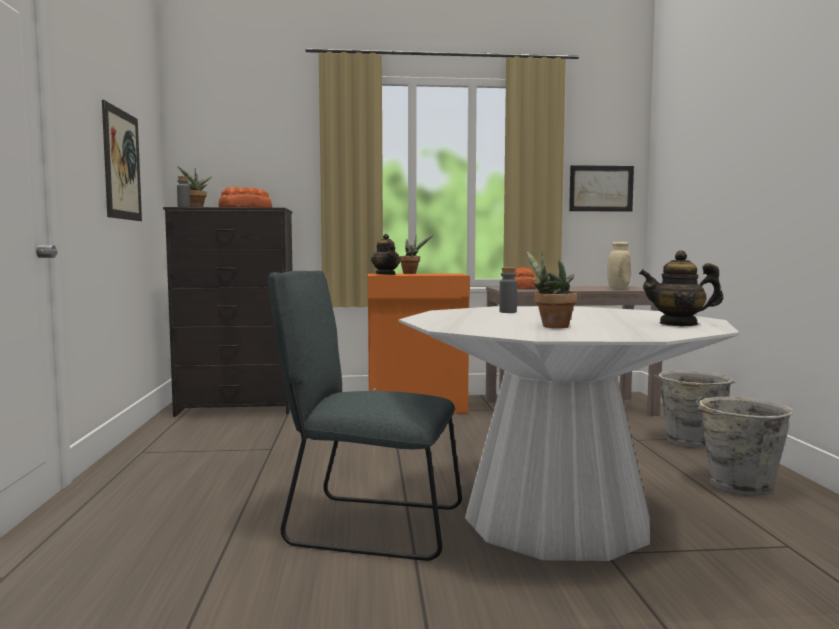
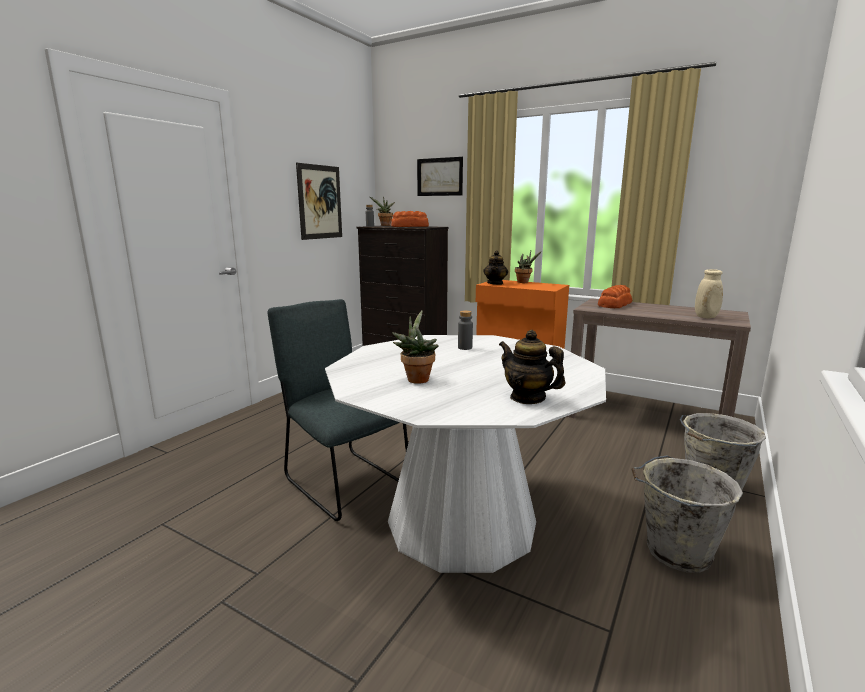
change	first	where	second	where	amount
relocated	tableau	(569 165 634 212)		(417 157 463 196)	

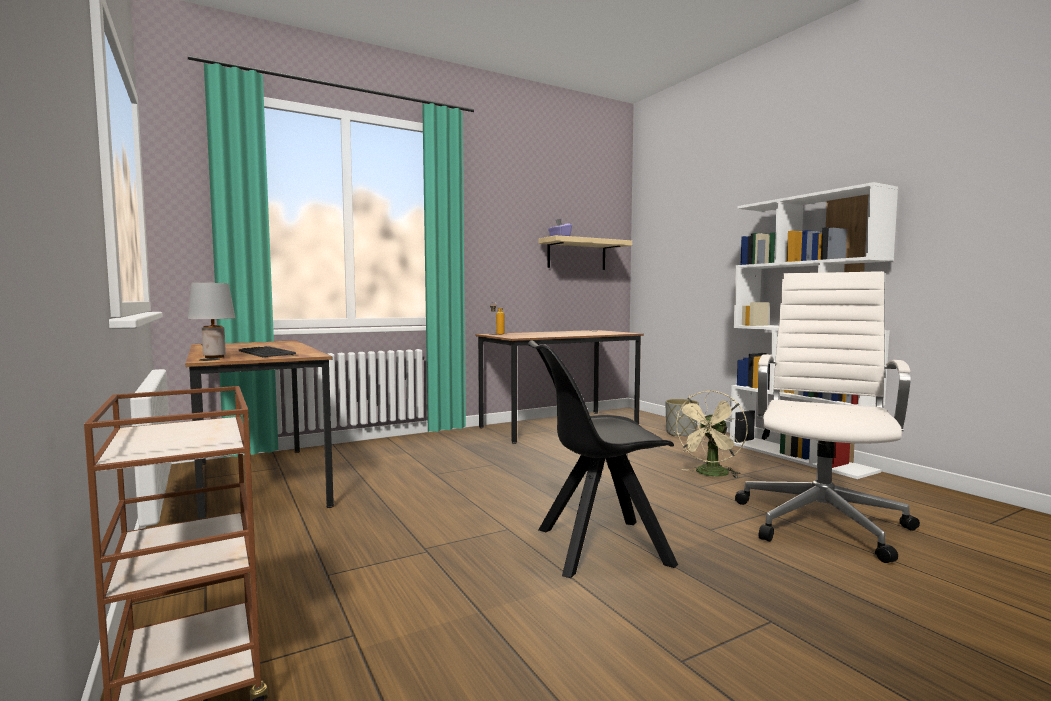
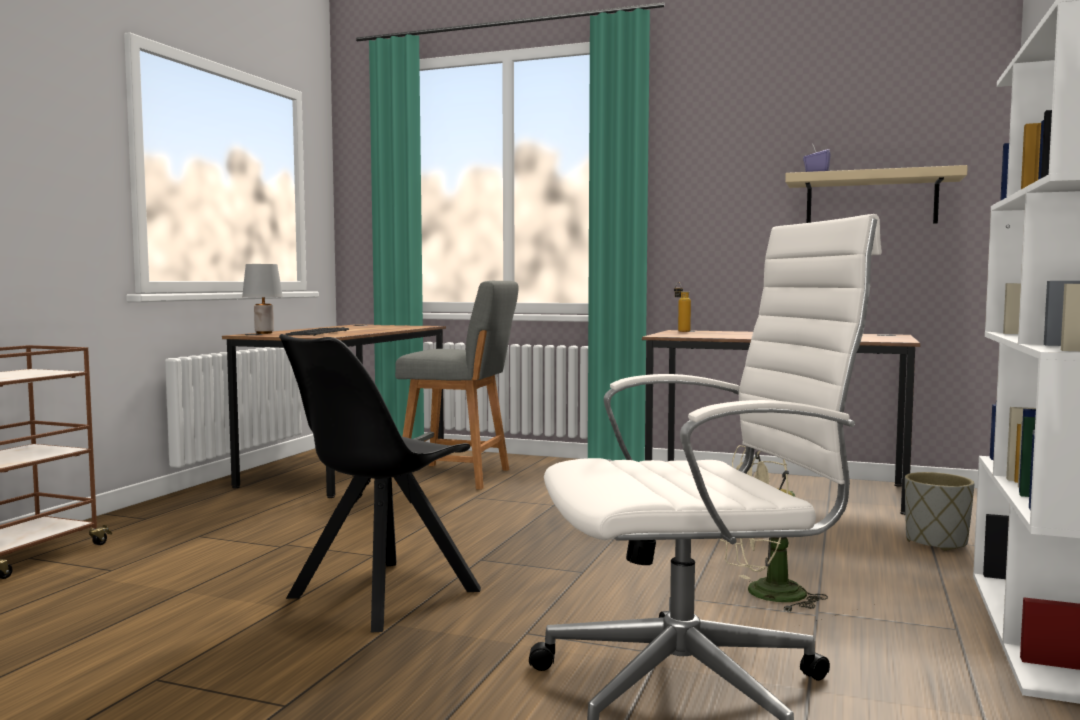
change	first	where	second	where	amount
appeared			tabouret (gris)	(395 281 519 490)	
spun	chaise (noir)	(528 341 678 578)		(279 334 481 633)	90 degrees counterclockwise

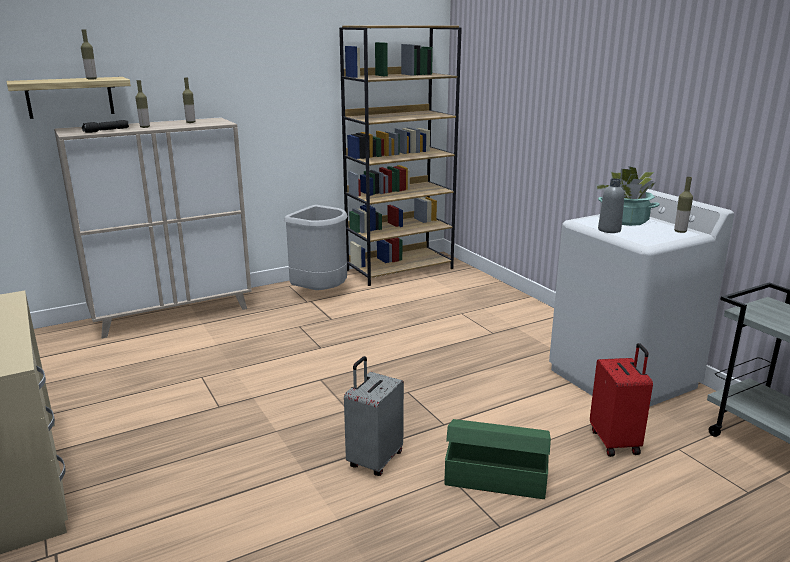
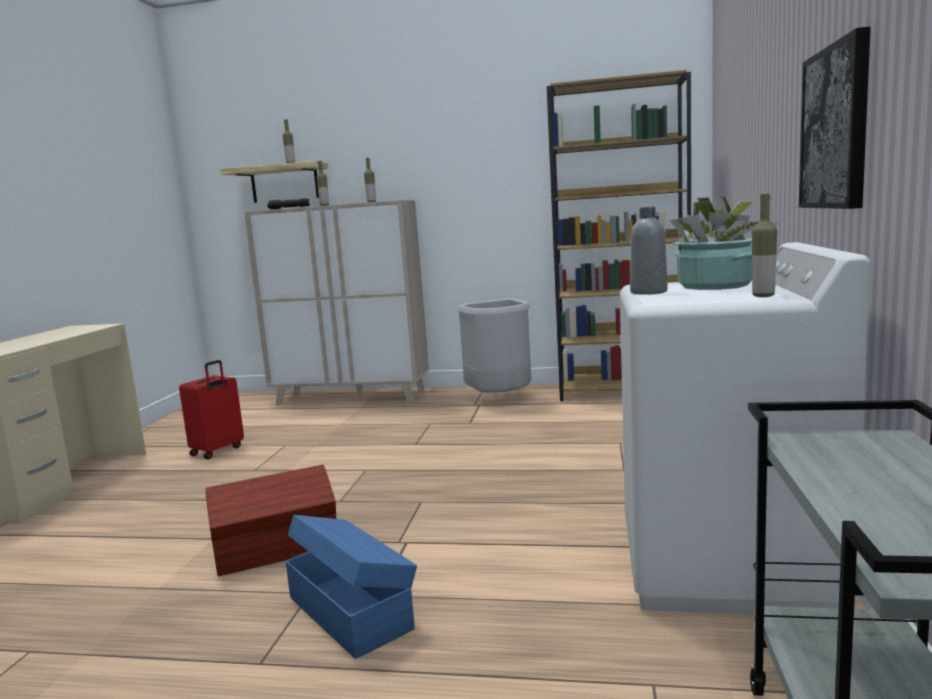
change	first	where	second	where	amount
appeared			tableau	(799 27 871 209)	
relocated	valise (rouge)	(590 343 653 457)		(179 360 244 459)	
exchanged	valise (gris)	(344 356 404 476)	boîte de rangement (marron)	(205 465 337 576)	
colour	boîte de rangement (vert)	(444 419 551 499)	boîte de rangement (bleu)	(286 515 417 659)	

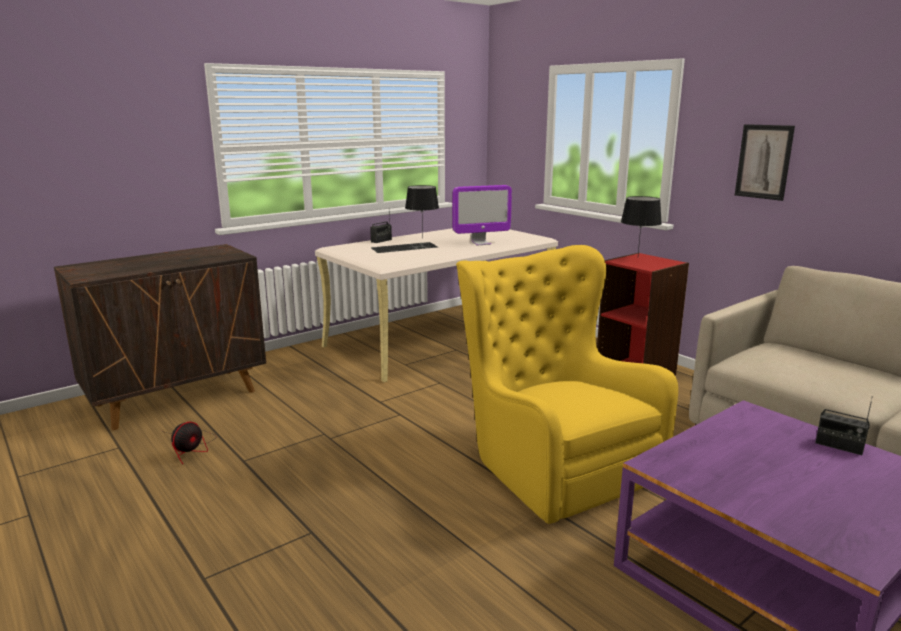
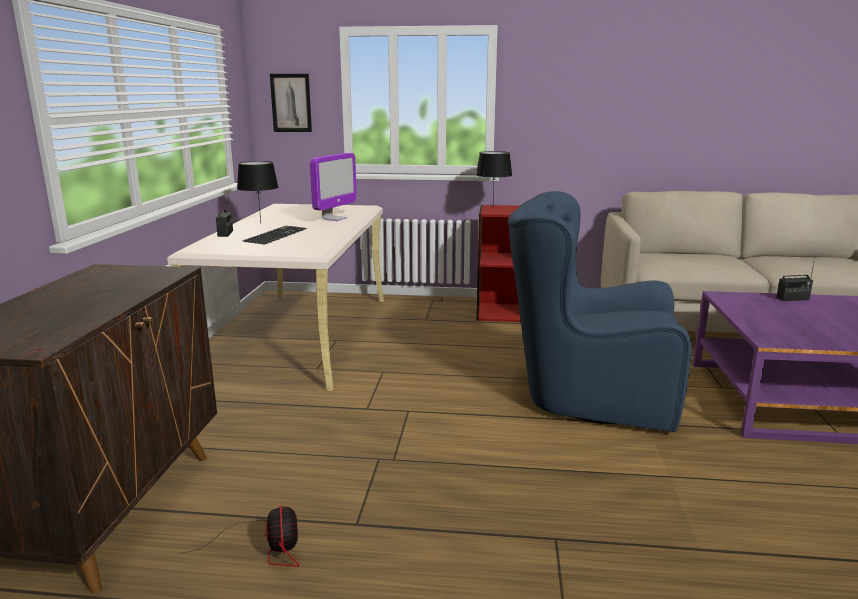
change	first	where	second	where	amount
relocated	tableau	(735 124 795 201)		(270 74 312 132)	
colour	fauteuil (jaune)	(456 245 678 524)	fauteuil (bleu)	(508 191 692 432)	

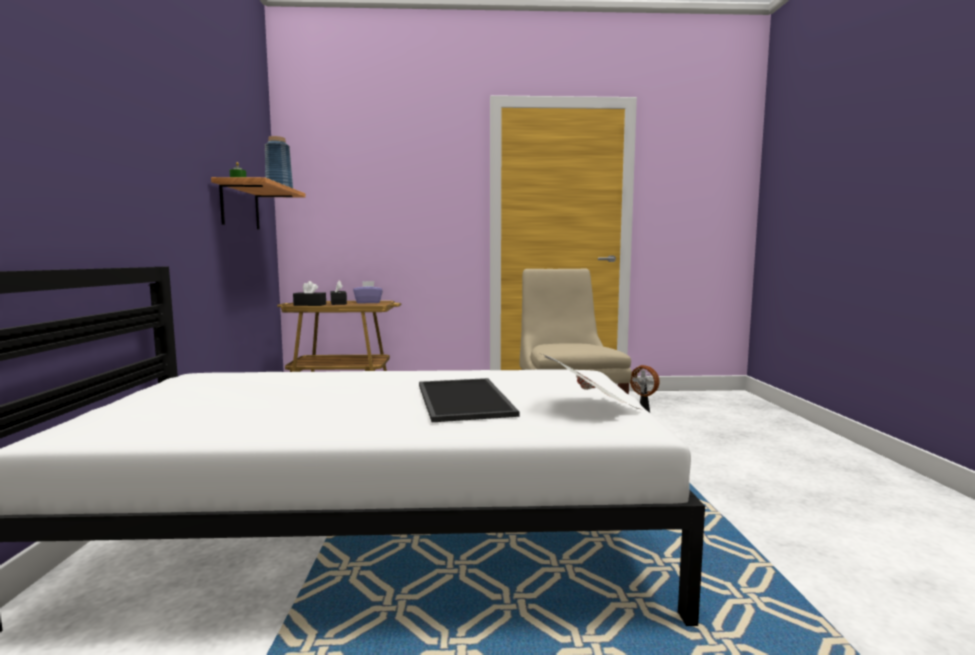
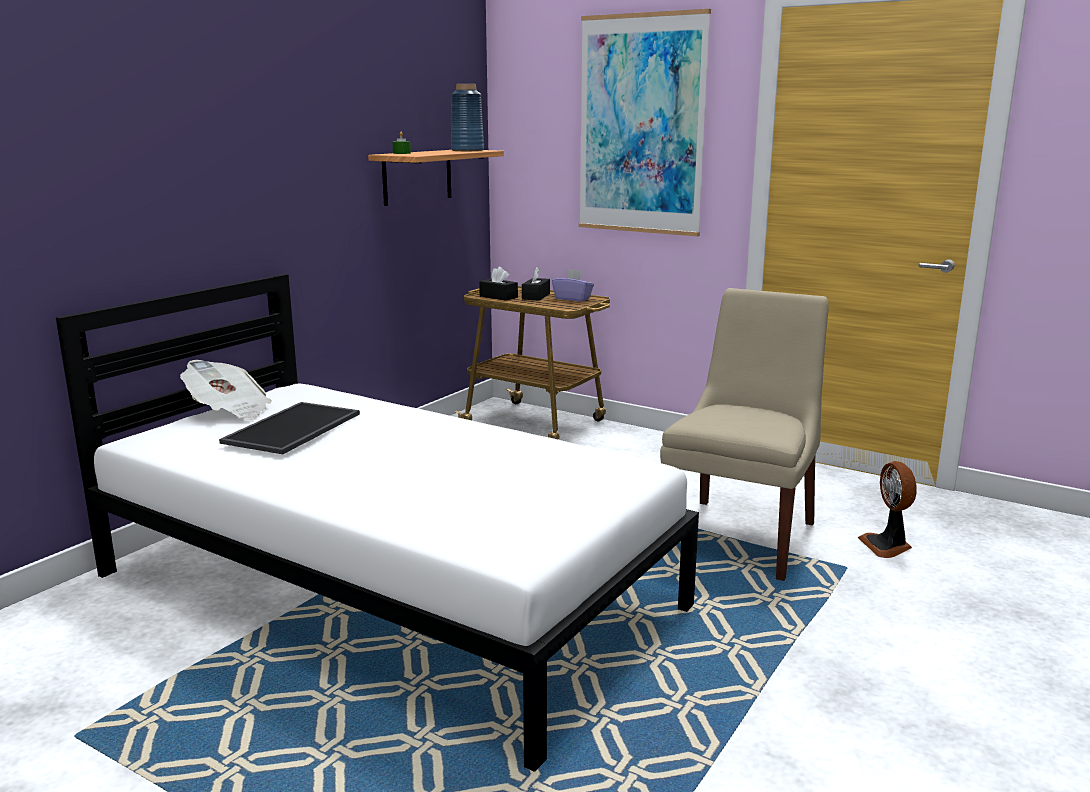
change	first	where	second	where	amount
appeared			tableau	(579 9 711 237)	
relocated	plateau	(419 378 519 422)		(219 402 360 454)	
relocated	journal	(542 354 639 409)		(180 360 272 420)	

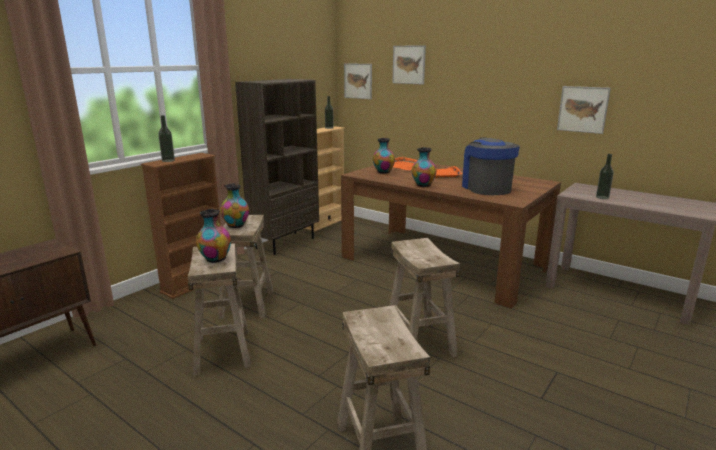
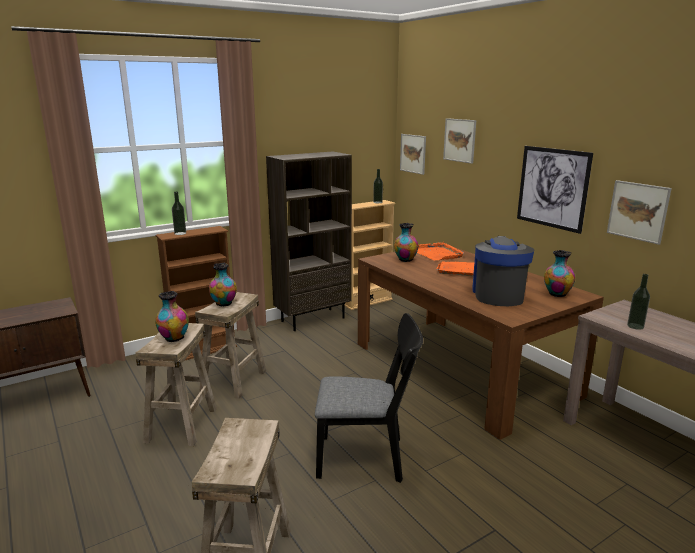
change	first	where	second	where	amount
appeared			tableau	(517 146 593 234)	
relocated	vase	(412 147 436 187)		(544 250 575 297)	
exchanged	tabouret (beige)	(389 238 460 357)	chaise (noir)	(315 313 423 483)	

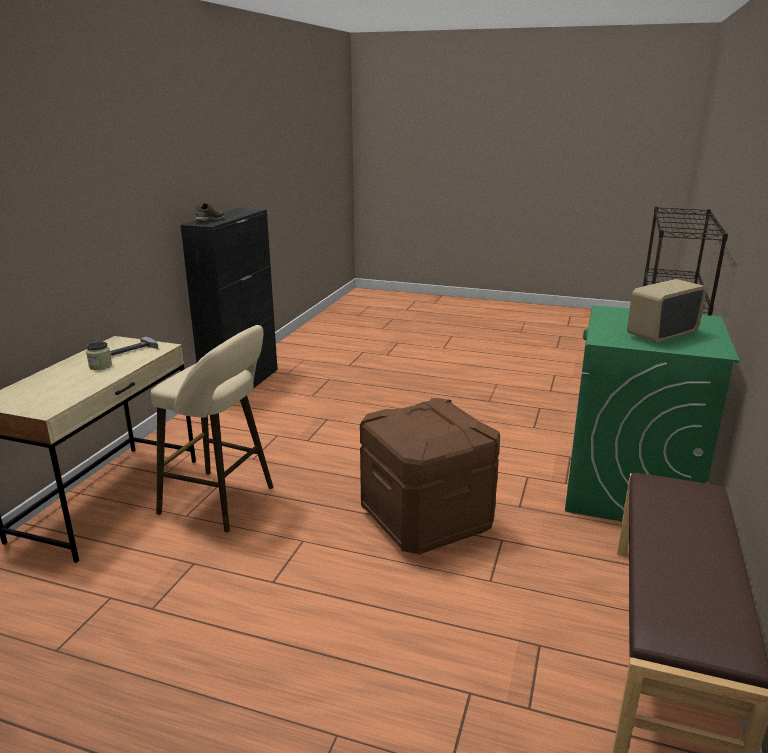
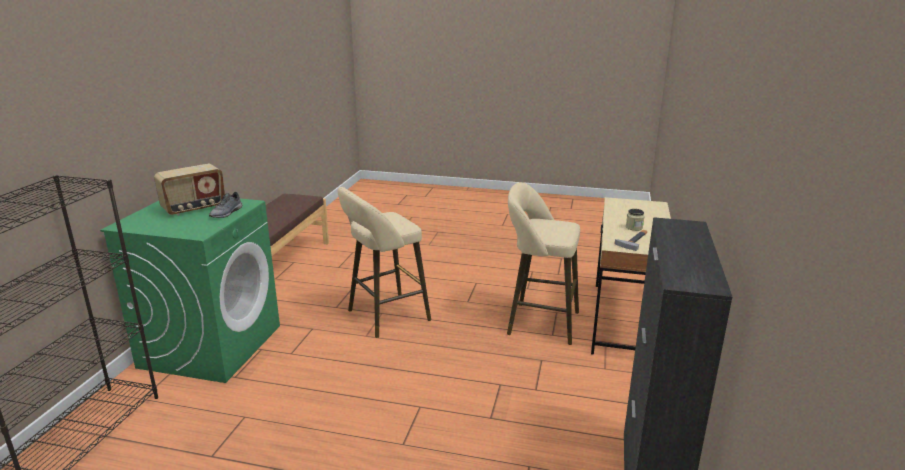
change	first	where	second	where	amount
relocated	chaussure (gris)	(195 203 225 222)		(209 192 242 218)	
exchanged	boîte de rangement (marron)	(360 398 500 555)	tabouret (beige)	(338 187 431 338)	

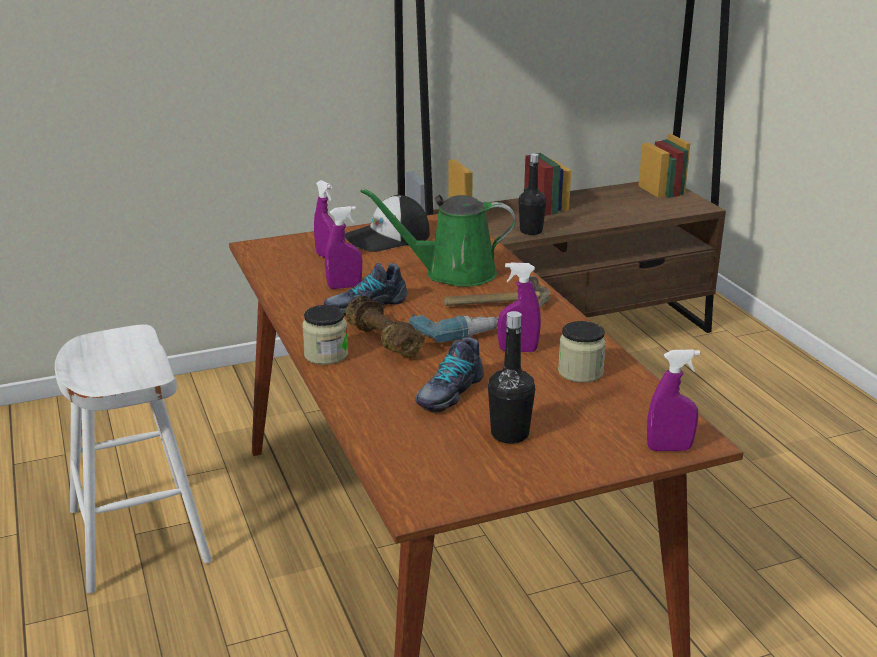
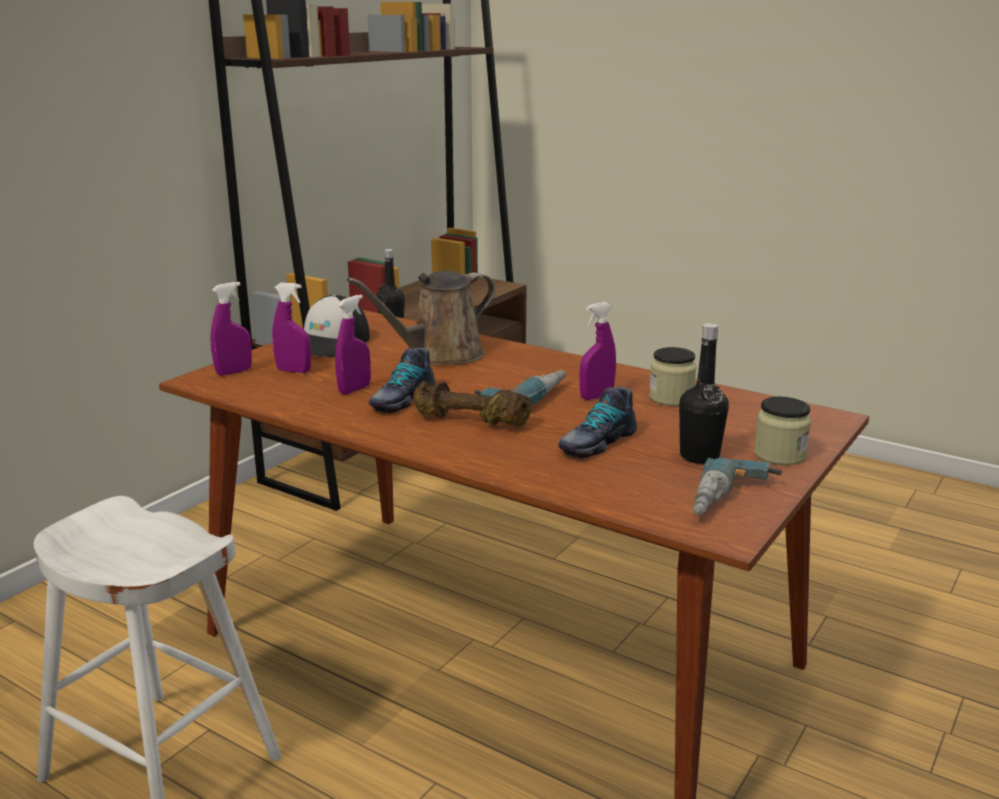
change	first	where	second	where	amount
missing	marteau	(444 276 550 308)			
appeared			perceuse	(693 458 782 515)	
relocated	bocal	(302 305 348 365)		(754 396 811 465)	
relocated	vaporisateur (violet)	(647 349 700 451)		(210 282 252 376)	
colour	arrosoir (vert)	(360 188 515 287)	arrosoir (marron)	(347 271 495 366)	
spun	chaussure	(415 337 484 412)		(558 387 637 459)	45 degrees clockwise

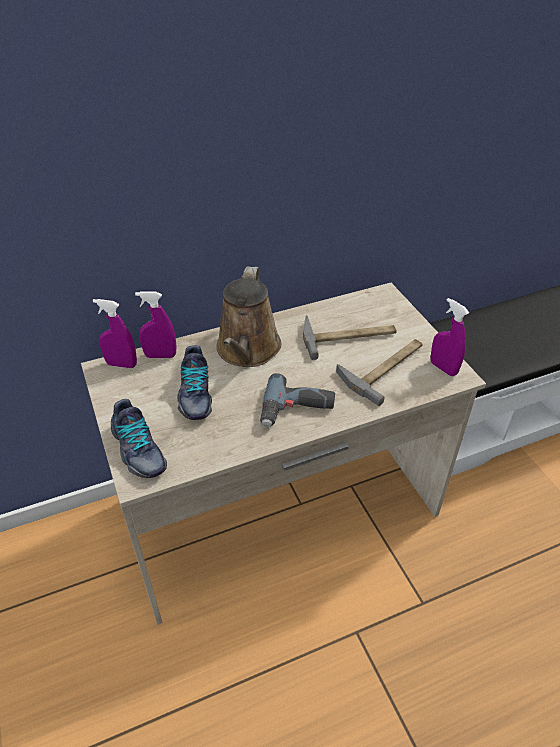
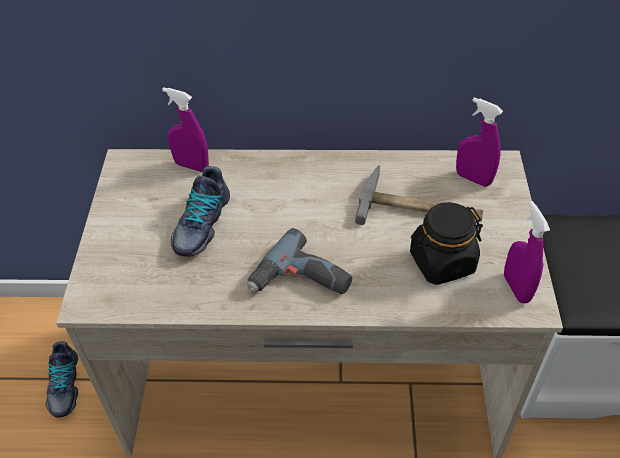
change	first	where	second	where	amount
missing	arrosoir (marron)	(216 267 281 367)			
relocated	vaporisateur (violet)	(93 299 137 368)		(456 97 503 187)	
relocated	chaussure	(111 399 167 478)		(46 341 78 418)	
exchanged	marteau	(336 339 423 406)	bocal (noir)	(410 202 483 285)	

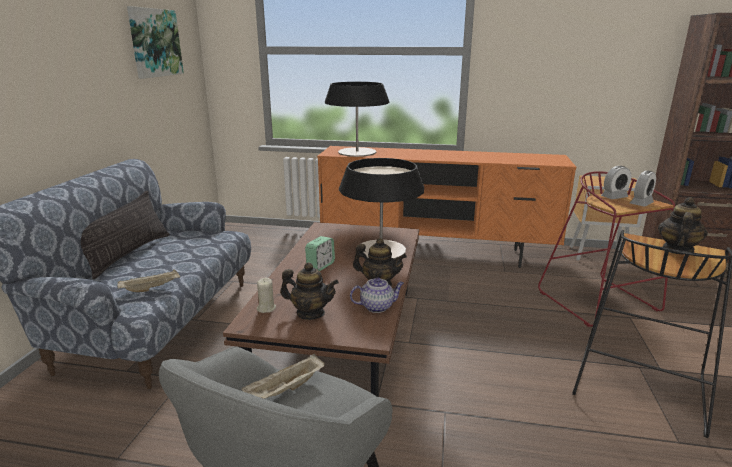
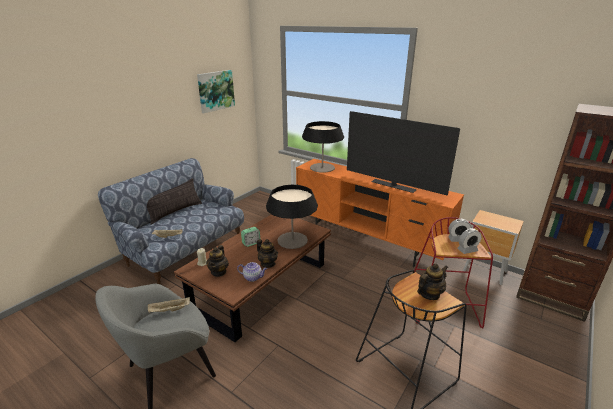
change	first	where	second	where	amount
appeared			téléviseur	(347 111 460 195)	
spun	théière	(280 262 339 320)		(206 245 229 277)	60 degrees clockwise

